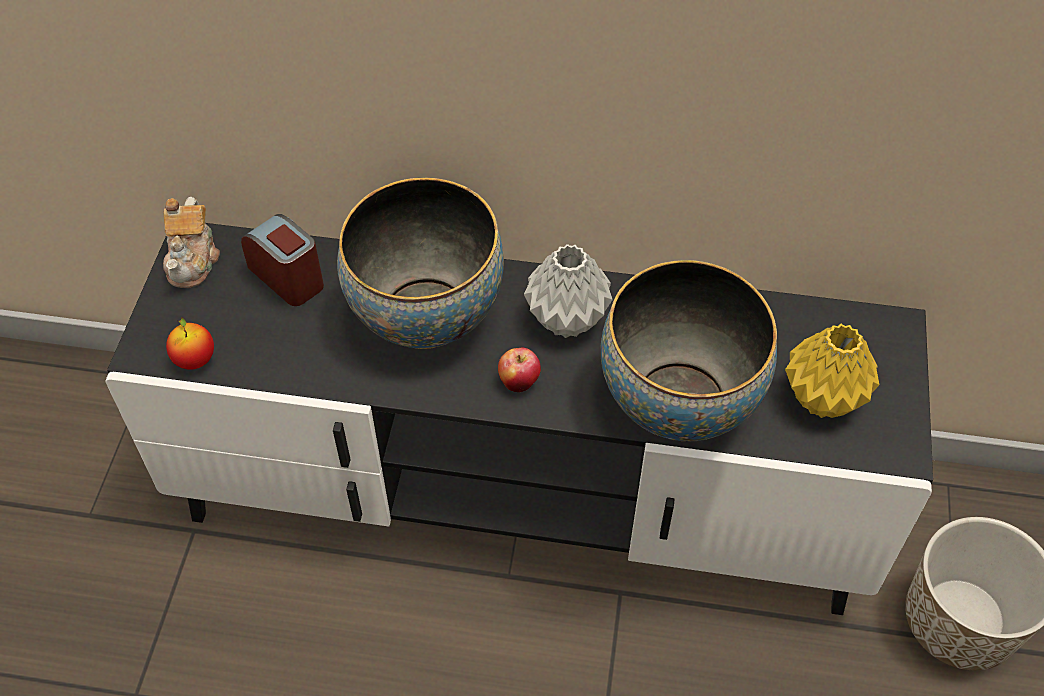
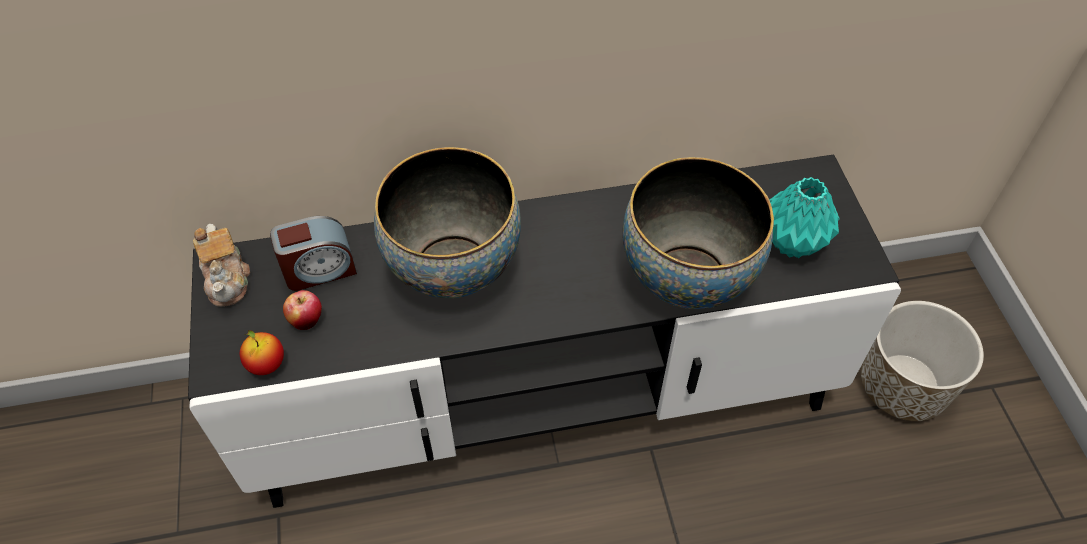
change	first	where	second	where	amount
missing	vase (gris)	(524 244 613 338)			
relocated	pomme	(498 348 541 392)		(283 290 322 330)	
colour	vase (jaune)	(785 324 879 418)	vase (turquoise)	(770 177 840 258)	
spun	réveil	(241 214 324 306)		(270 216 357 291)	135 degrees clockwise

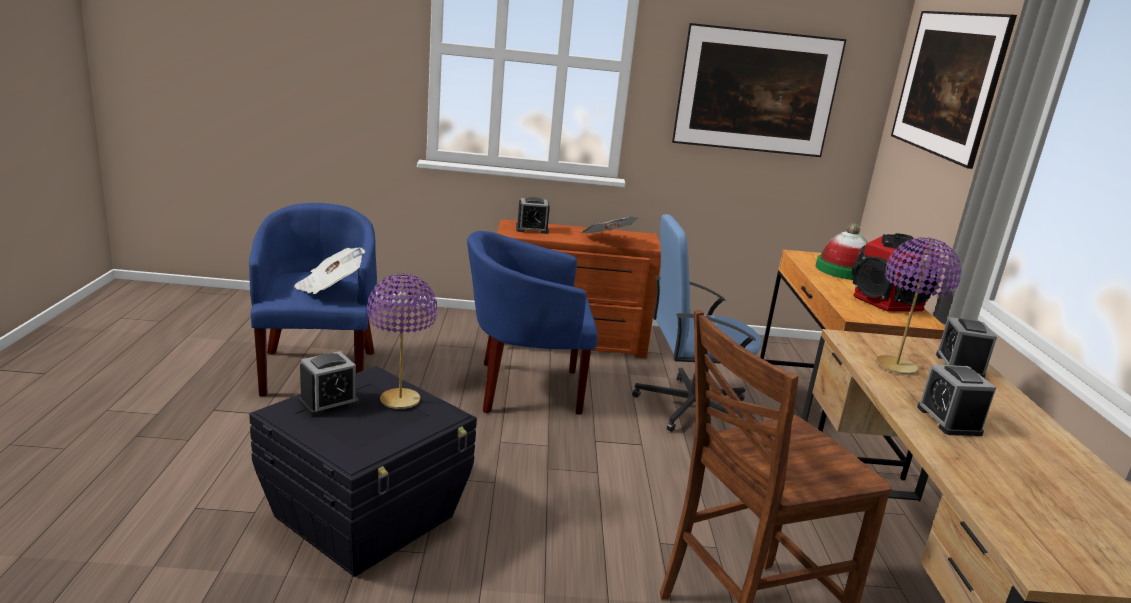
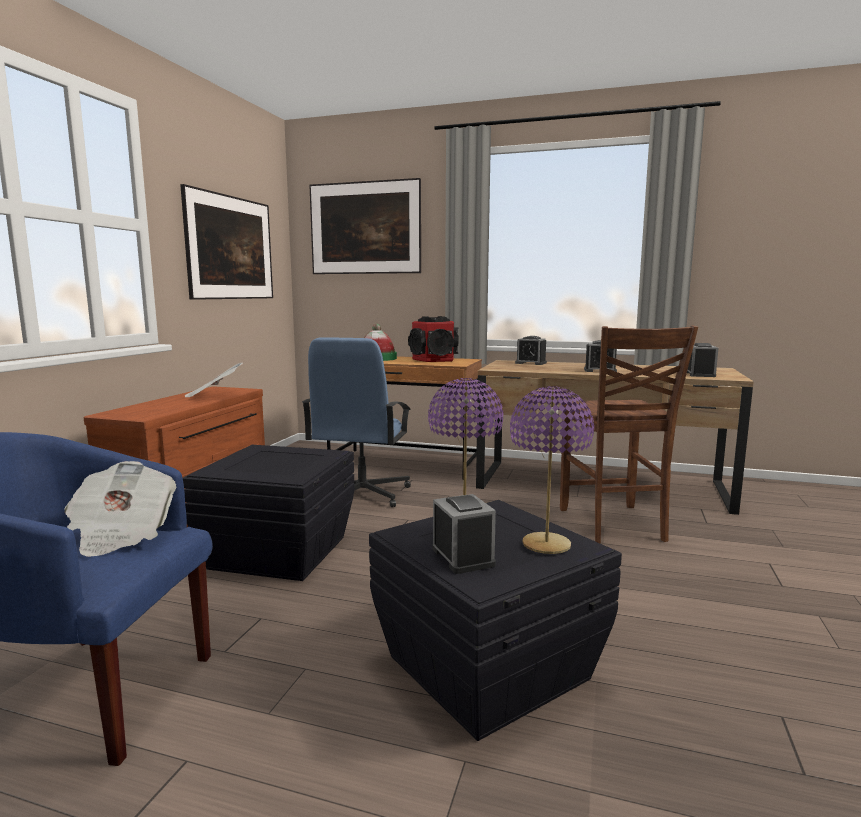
change	first	where	second	where	amount
relocated	réveil	(516 197 550 234)		(687 343 718 377)	
relocated	lampe de table (violet)	(876 237 962 375)		(510 386 594 554)	
exchanged	fauteuil (bleu)	(467 231 598 414)	boîte de rangement (noir)	(183 445 355 581)	

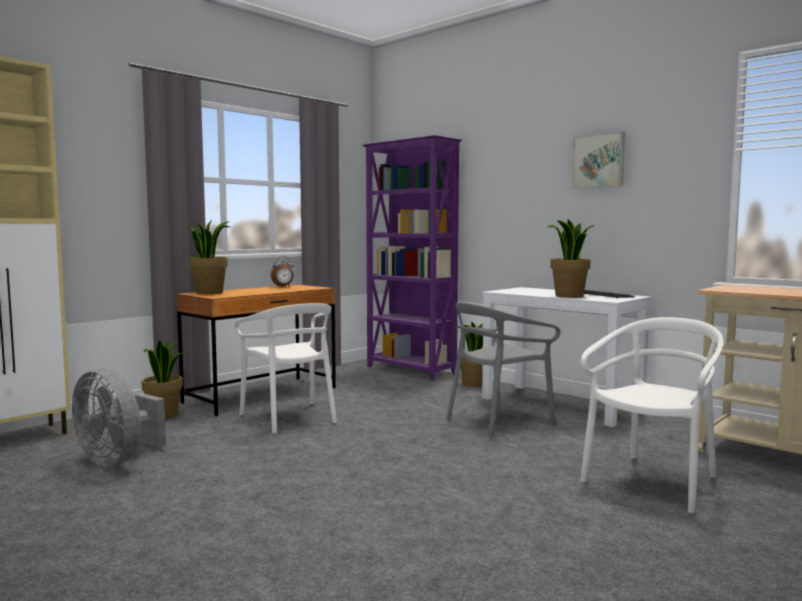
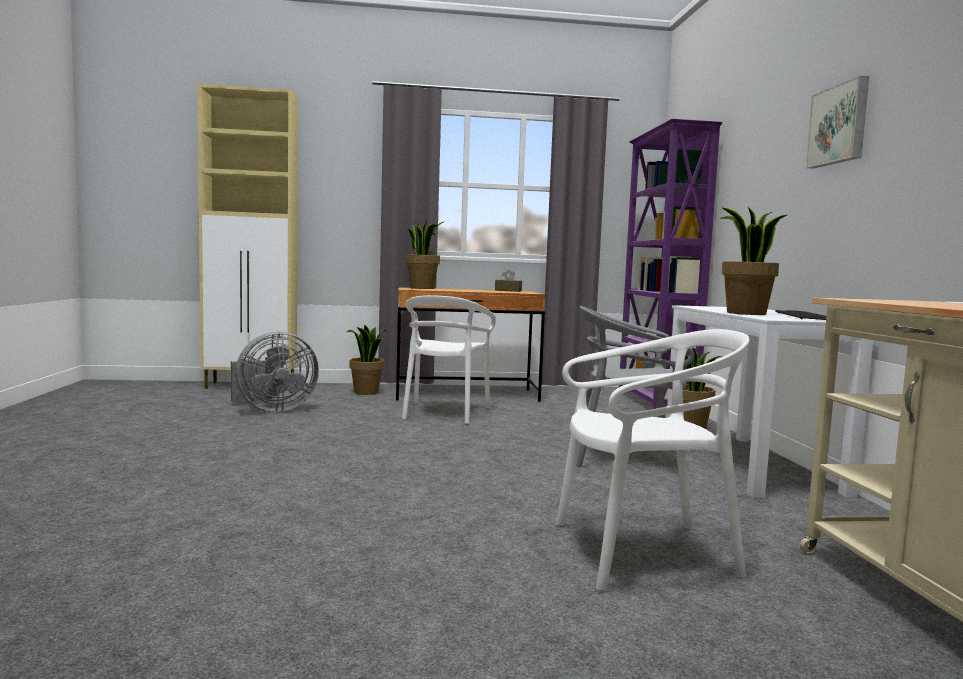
change	first	where	second	where	amount
exchanged	réveil	(271 256 294 287)	boîte à mouchoirs (marron)	(495 270 522 292)	
spun	ventilateur (gris)	(72 368 166 467)		(231 332 319 412)	105 degrees counterclockwise

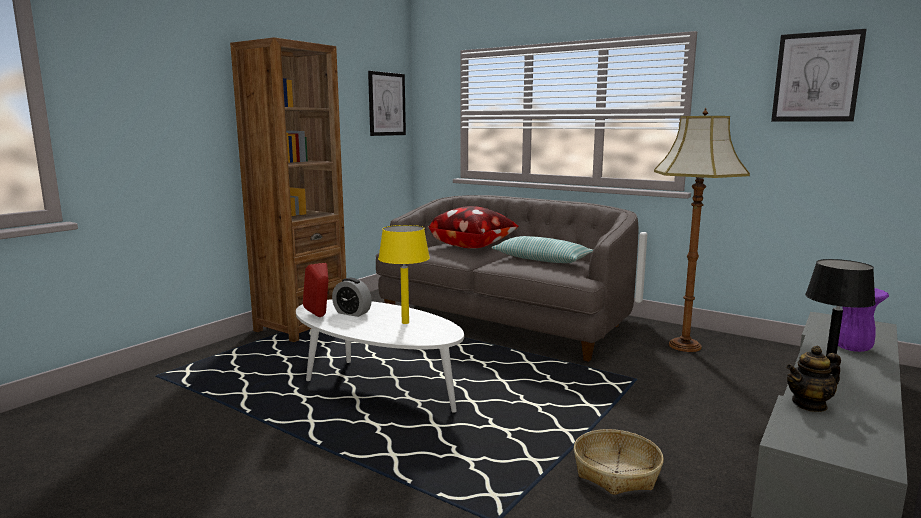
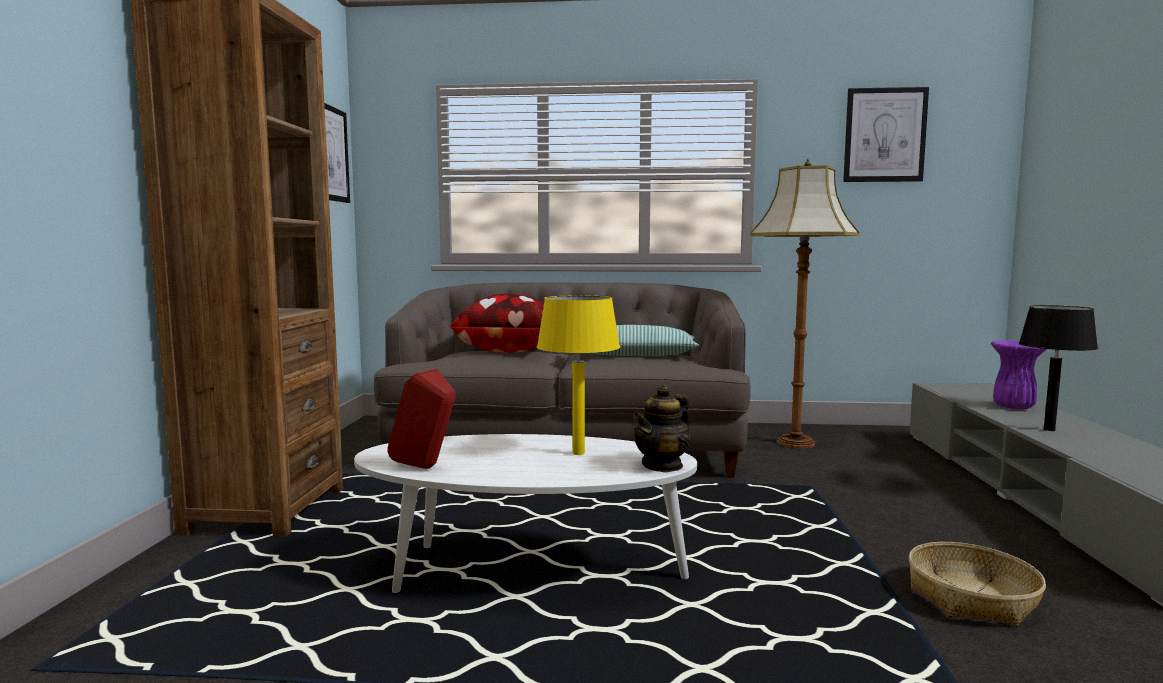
change	first	where	second	where	amount
missing	réveil	(332 278 372 317)			
relocated	théière	(786 346 841 412)		(633 385 691 472)	

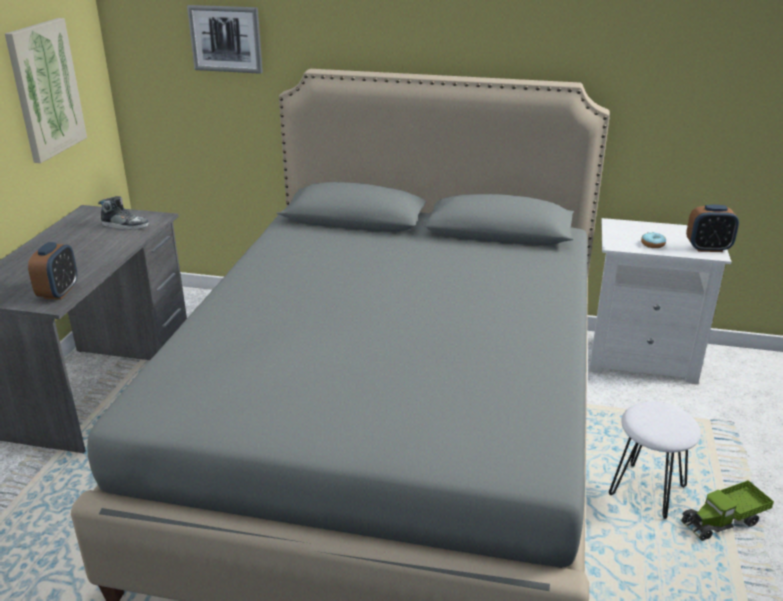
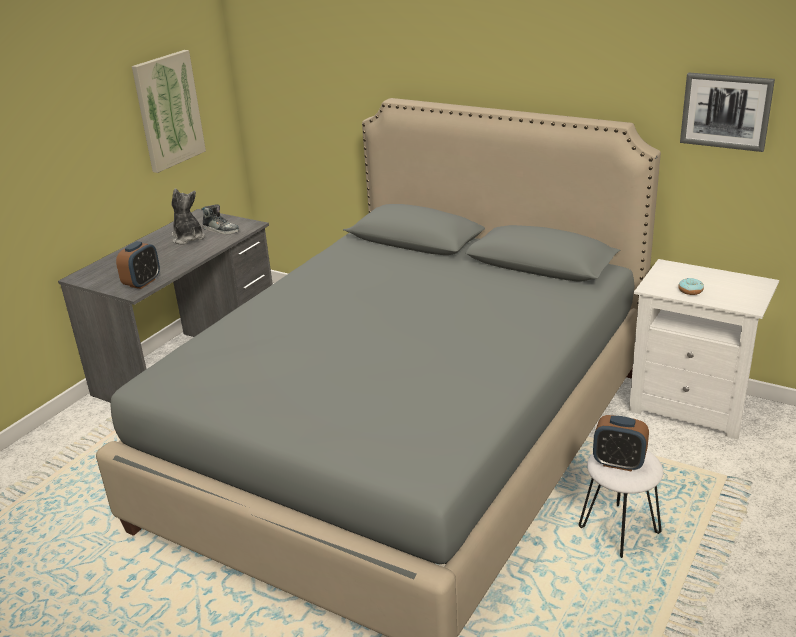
change	first	where	second	where	amount
missing	camion jouet	(681 480 774 541)			
appeared			peluche	(171 188 205 244)	
relocated	tableau	(187 5 263 74)		(680 73 775 152)	
relocated	réveil	(686 205 739 252)		(593 415 649 472)	

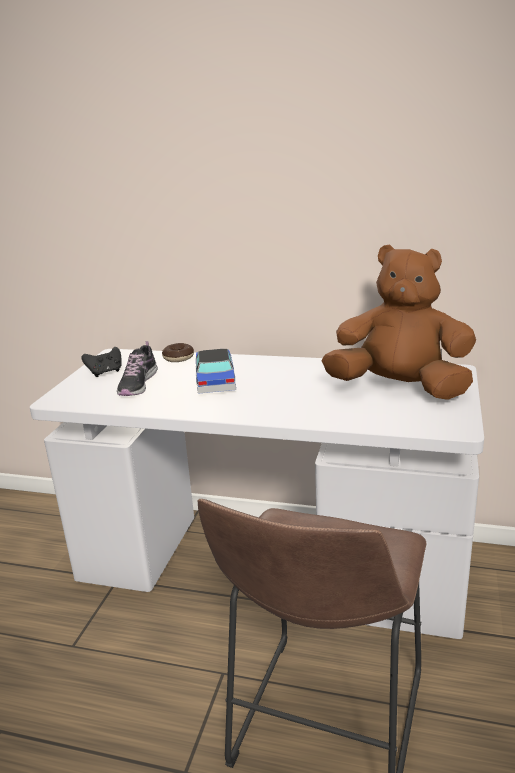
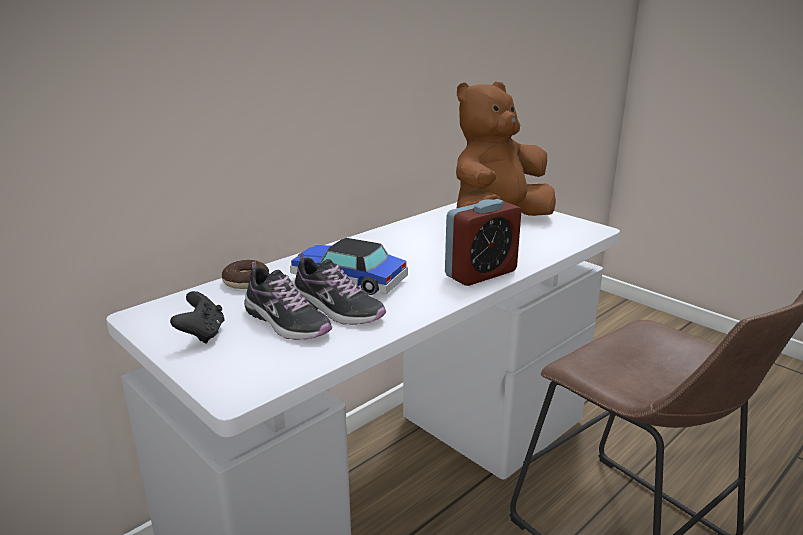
change	first	where	second	where	amount
appeared			chaussure	(293 252 386 325)	
appeared			réveil	(445 199 521 286)	

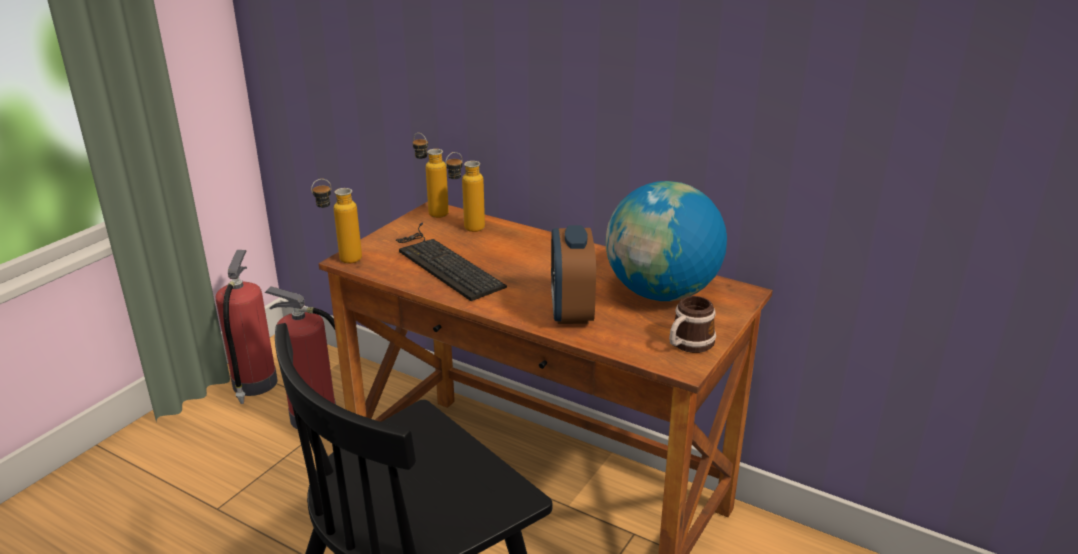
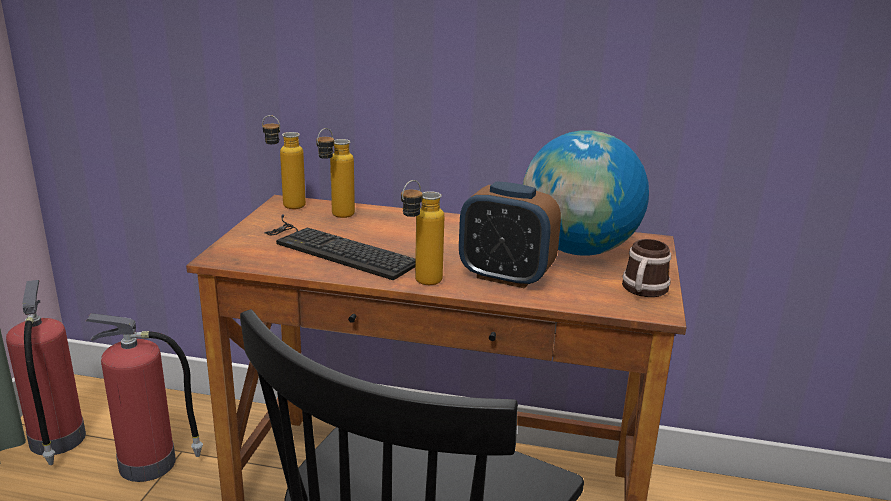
change	first	where	second	where	amount
relocated	bouteille	(311 179 362 263)		(401 180 444 285)	
spun	réveil	(551 225 596 324)		(459 181 561 289)	45 degrees counterclockwise

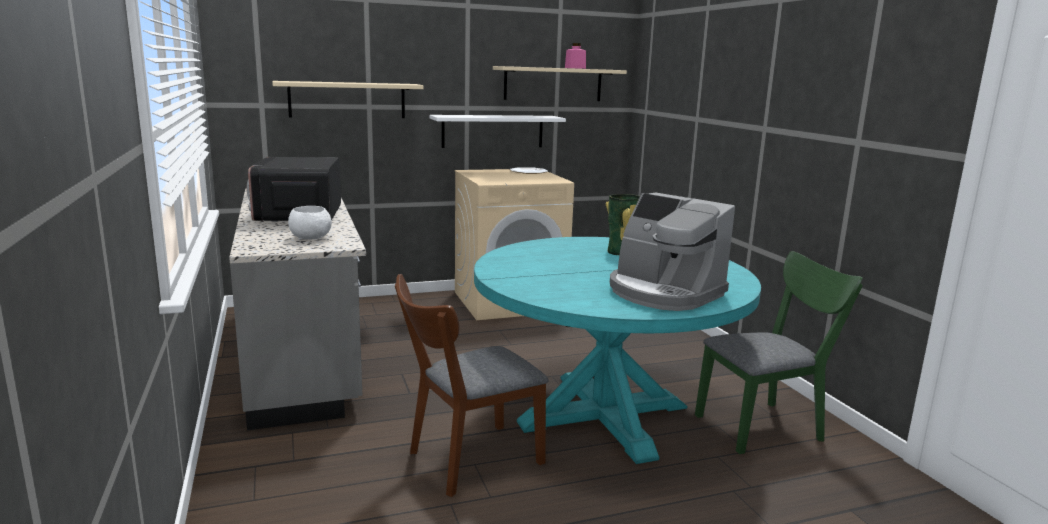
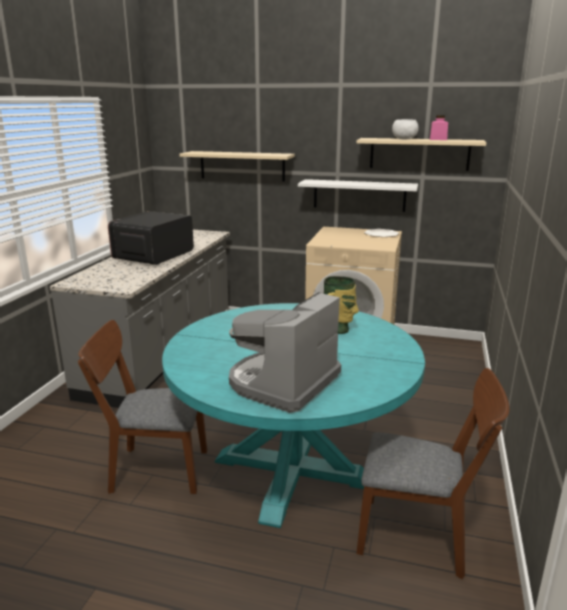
change	first	where	second	where	amount
relocated	bol (blanc)	(288 206 332 240)		(392 119 419 139)	
colour	chaise (vert)	(695 251 863 454)	chaise (marron)	(356 368 509 579)	
spun	machine à café	(610 192 735 311)		(229 292 341 413)	45 degrees clockwise

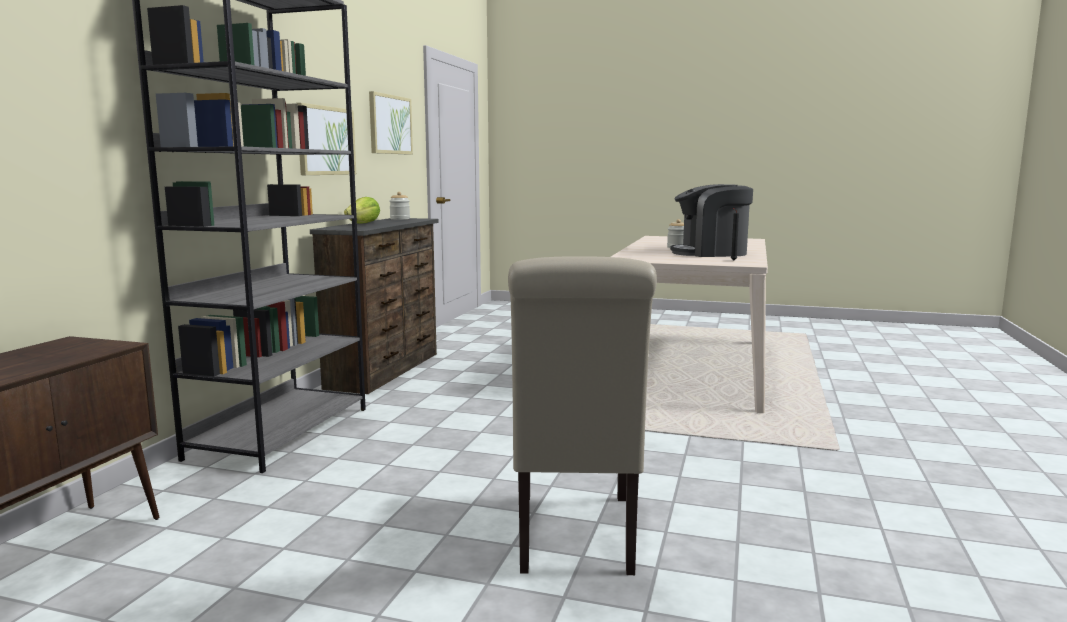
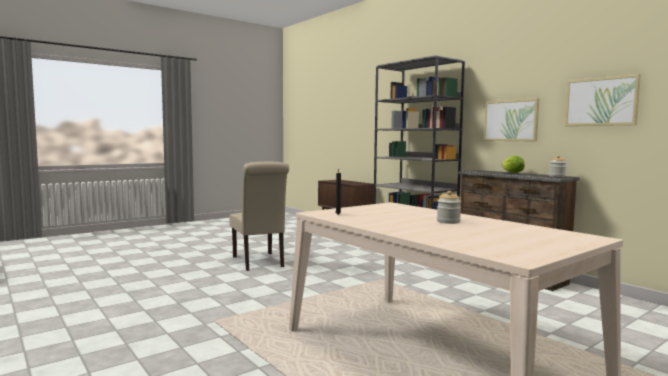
change	first	where	second	where	amount
missing	machine à café	(670 184 753 257)			
spun	chaise (beige)	(508 256 657 575)		(230 162 289 271)	150 degrees counterclockwise

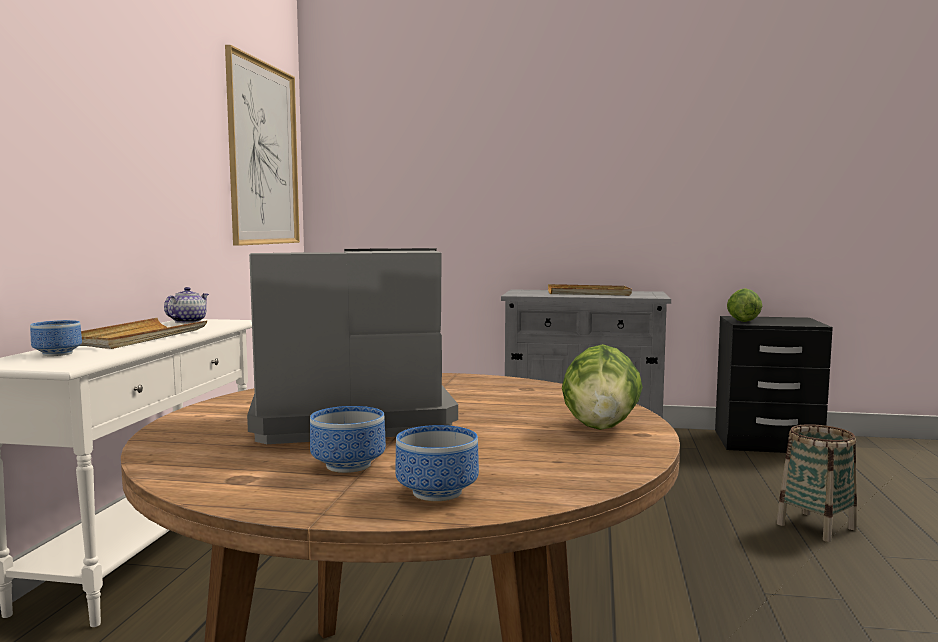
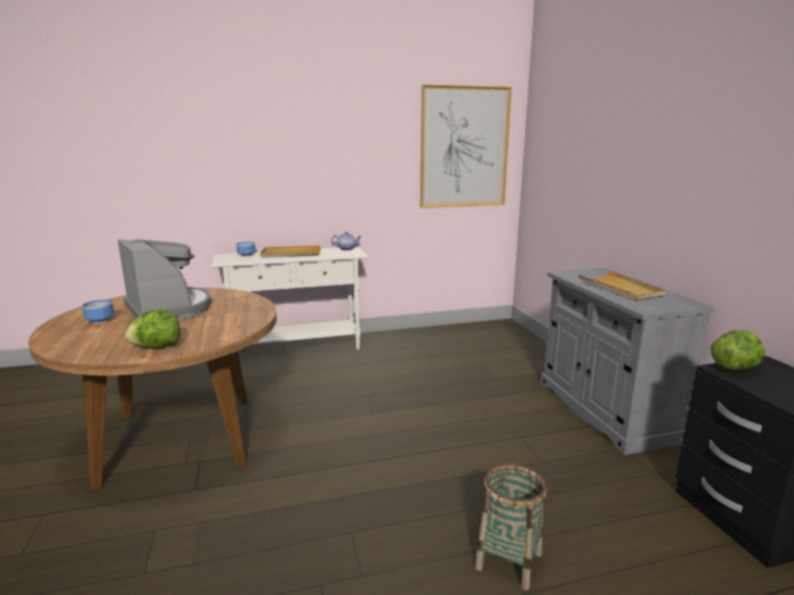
change	first	where	second	where	amount
missing	bol	(395 425 479 501)			

